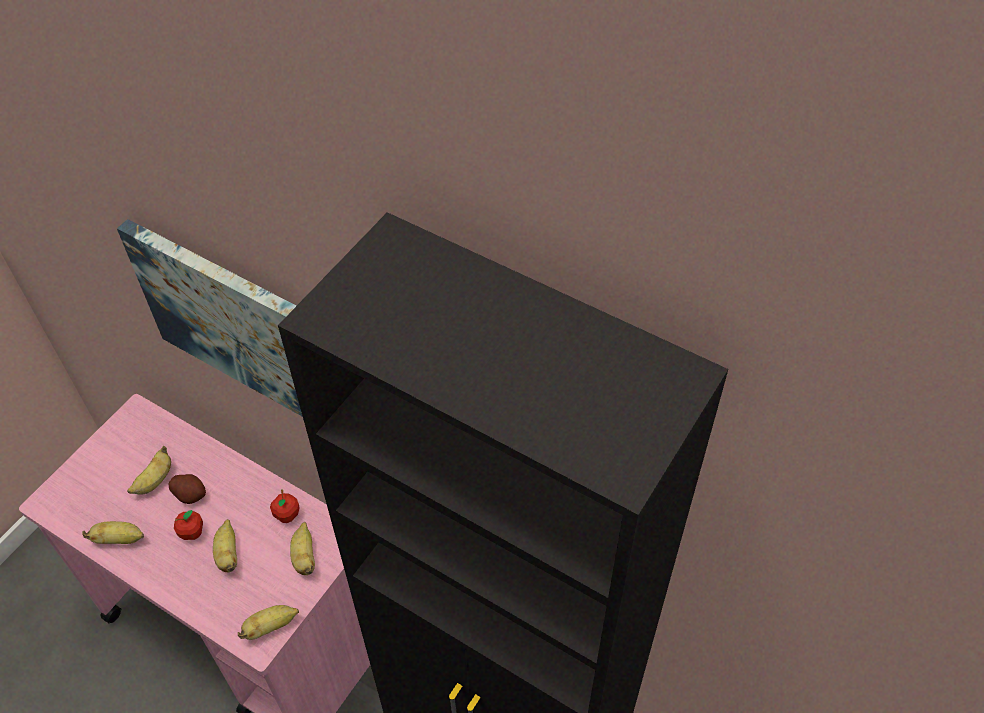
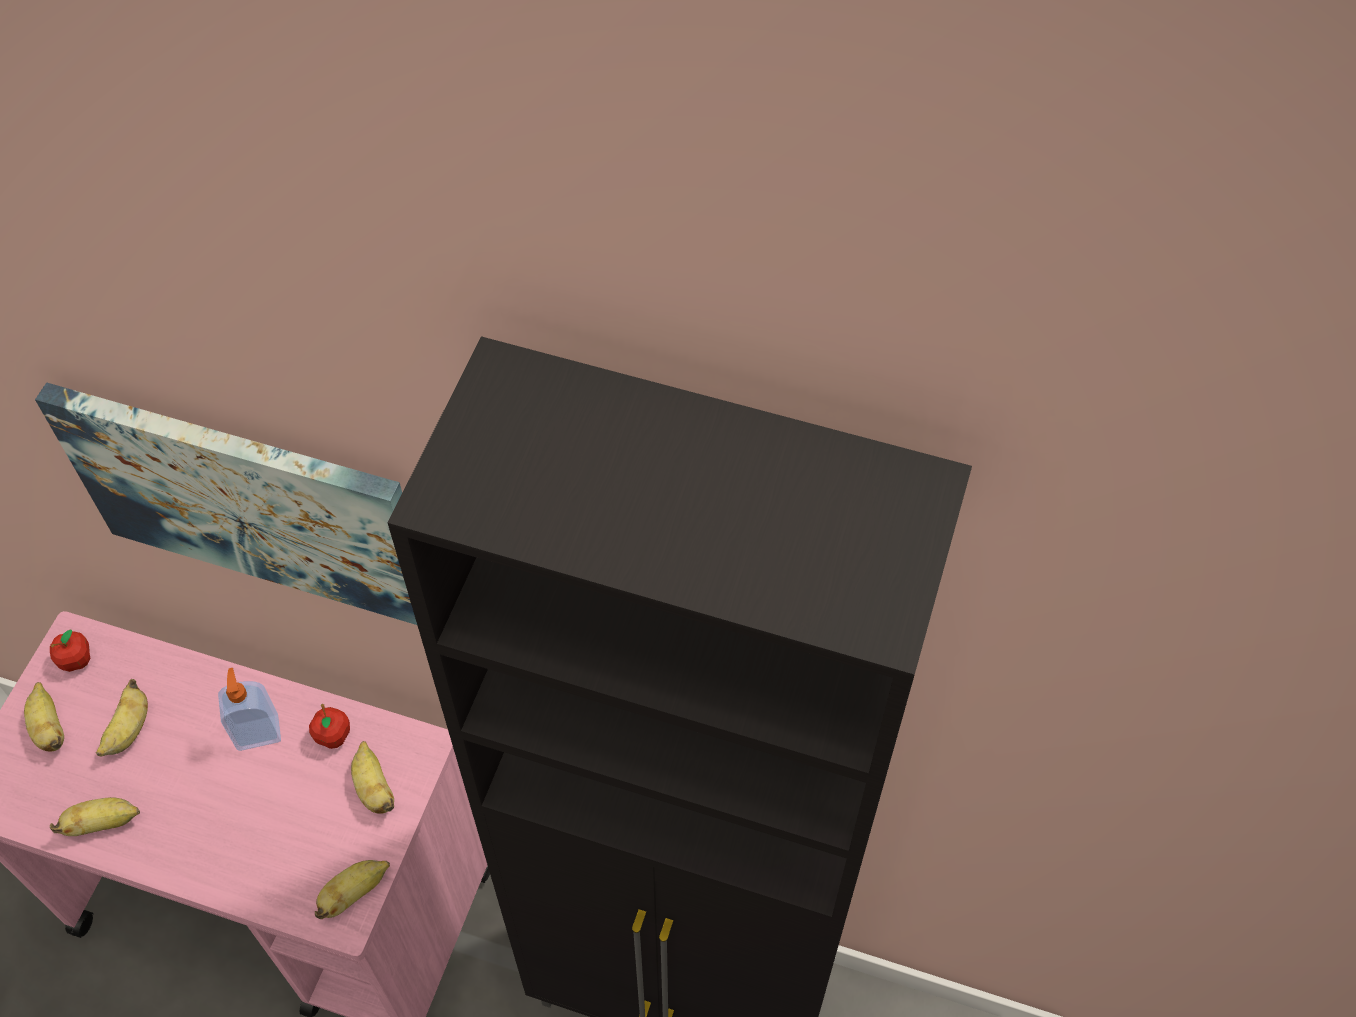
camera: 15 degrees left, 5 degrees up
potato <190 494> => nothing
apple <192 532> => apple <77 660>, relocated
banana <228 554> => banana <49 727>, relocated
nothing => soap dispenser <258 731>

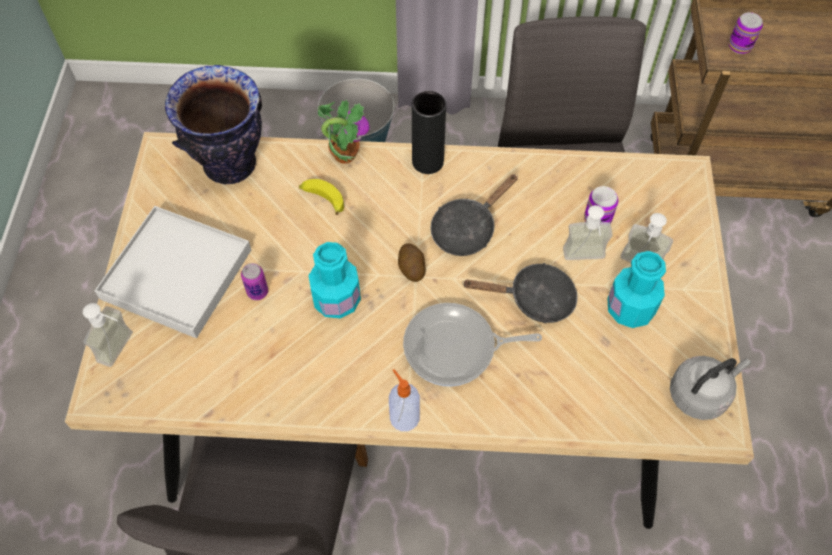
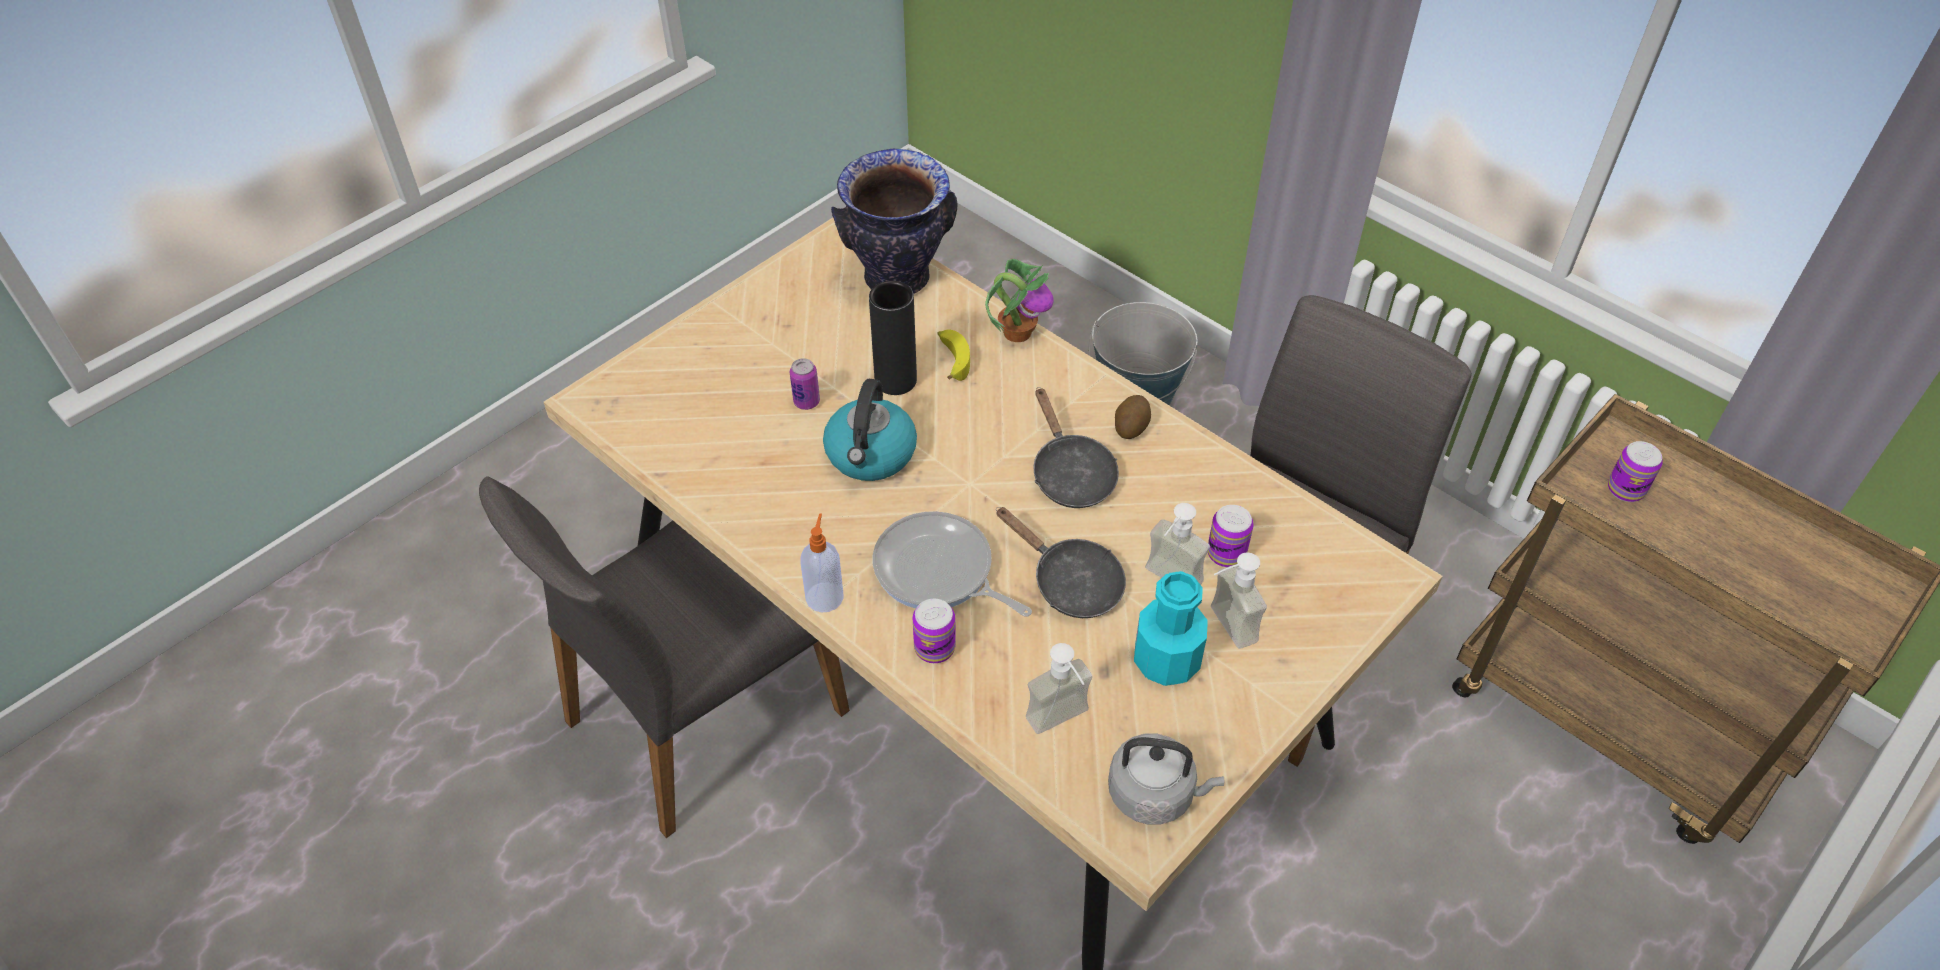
camera: 40 degrees right, 10 degrees down
soap dispenser <123 350> => soap dispenser <1063 724>, relocated
tray/white <176 274> => nothing
bottle/turquoise <337 300> => kettle <871 455>
potato <411 268> => potato <1131 426>, relocated
vase/black <427 162> => vase/black <895 380>, relocated
frying pan/black <467 229> => frying pan/black <1070 474>, 105 degrees counterclockwise
nothing => can <934 648>

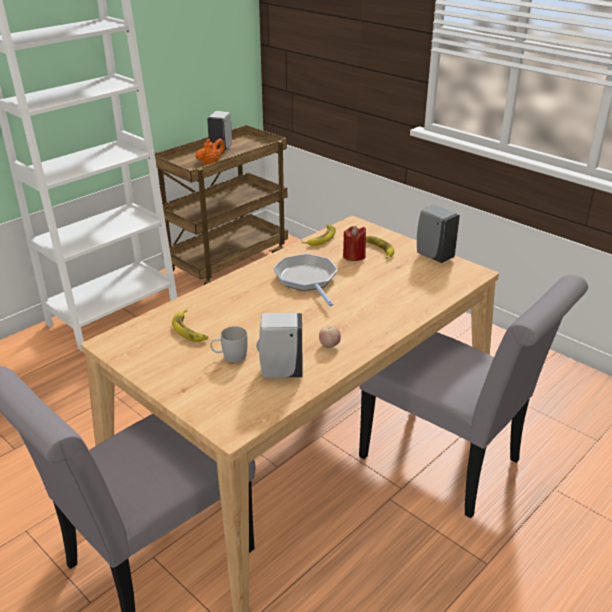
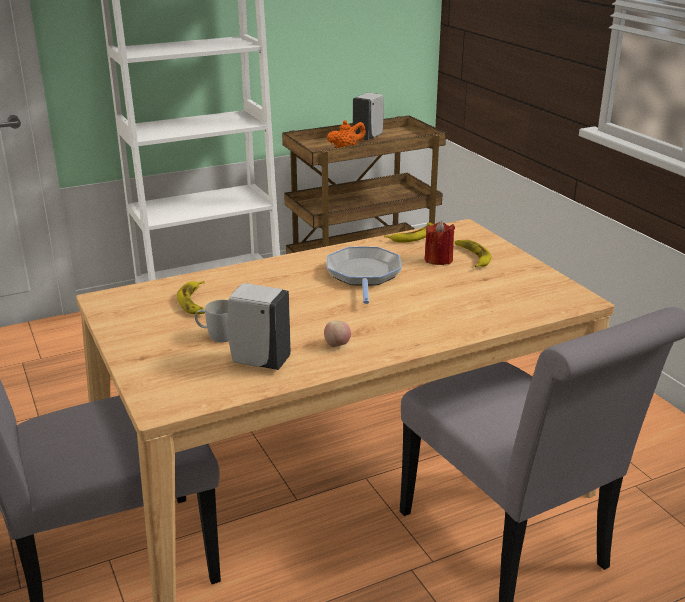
camera: 20 degrees right, 5 degrees down
soap dispenser/grey <433 256> => nothing

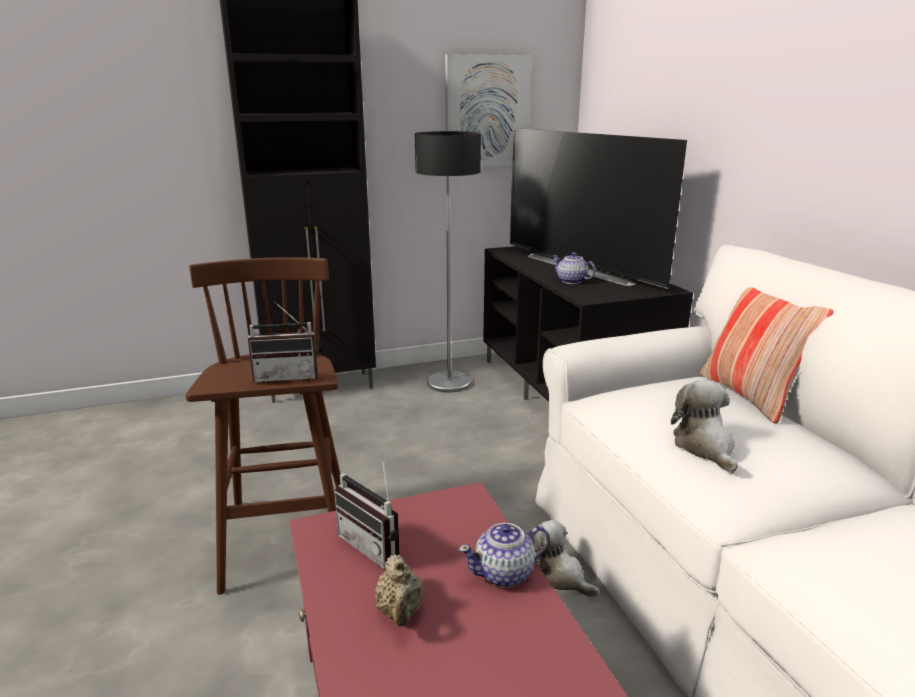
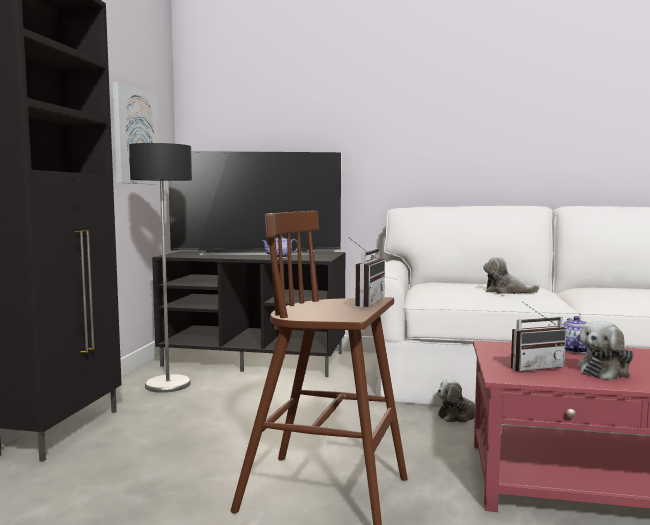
camera: 60 degrees left, 15 degrees down
teapot/beige <400 612> => plush toy <605 371>
pillow <749 395> => nothing

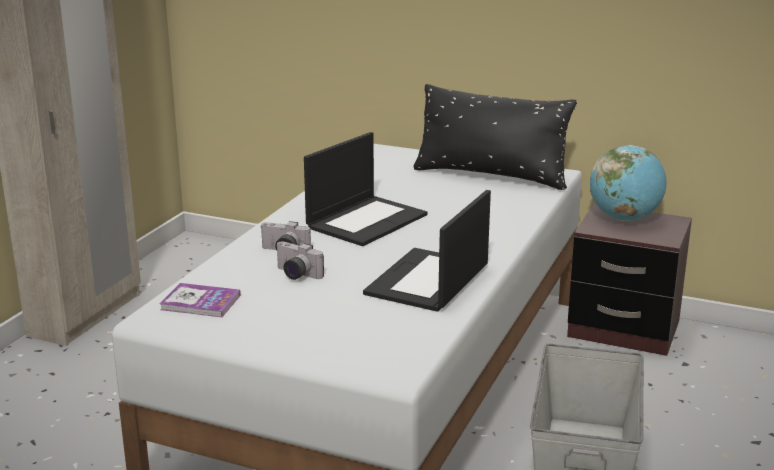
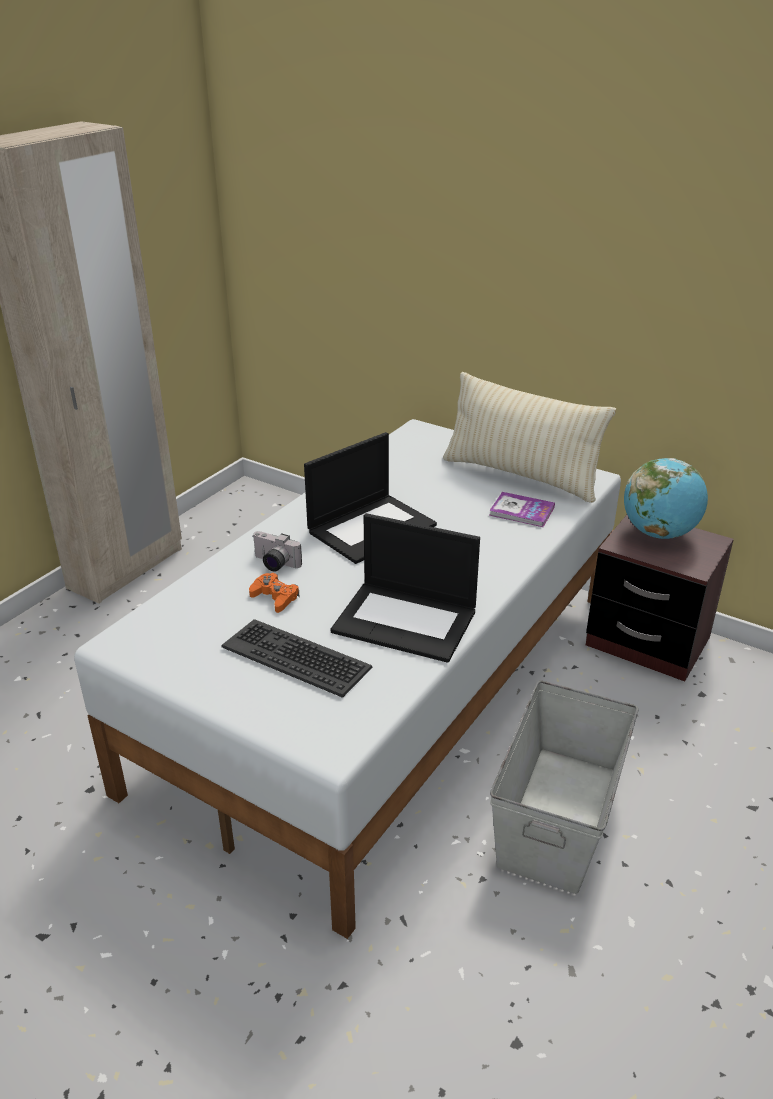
camera: 10 degrees right, 10 degrees up
book <200 302> => book <521 511>, relocated
photo camera <295 275> => game controller/orange <275 597>
laptop <428 281> => laptop <406 621>, 105 degrees counterclockwise
pillow/black <491 176> => pillow/beige <521 475>
nothing => keyboard <296 657>

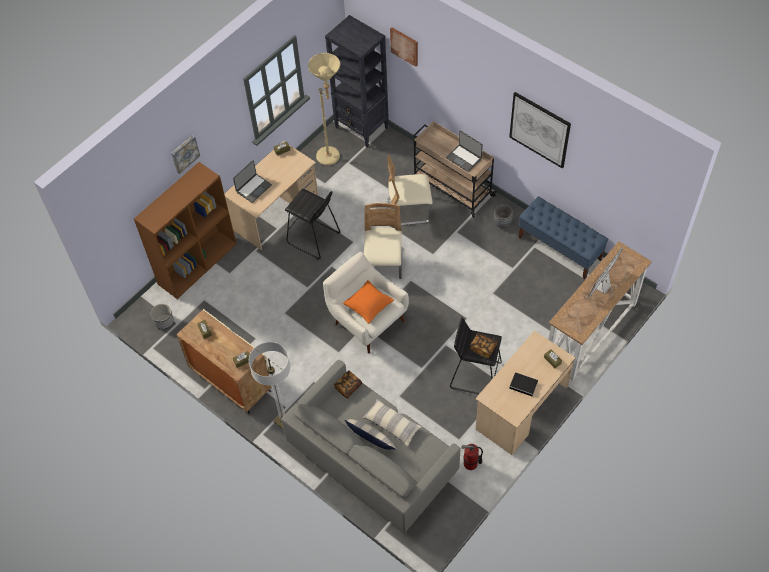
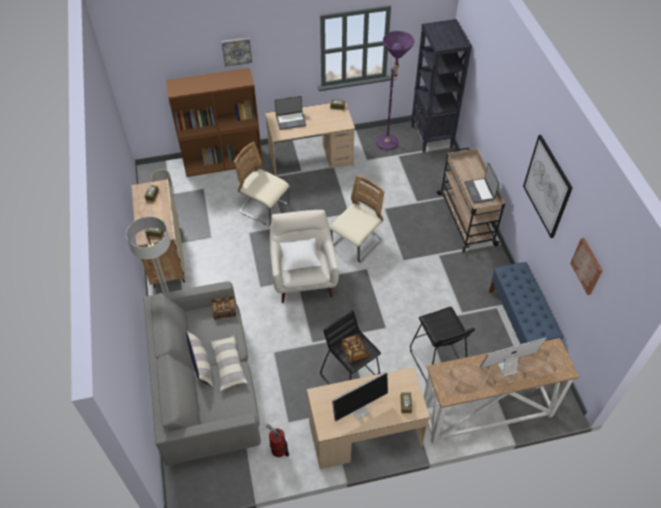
camera: 35 degrees right, 5 degrees down
stool/black <313 238> => stool/black <437 361>, relocated
floor lamp/beige <332 158> => floor lamp/purple <389 146>
pillow/orange <368 307> => pillow/white <300 260>
chair/beige <408 210> => chair/beige <264 208>, relocated
picture <404 46> => picture <587 266>, relocated
planter/grey <502 223> => nothing
book <524 385> => monitor <360 408>

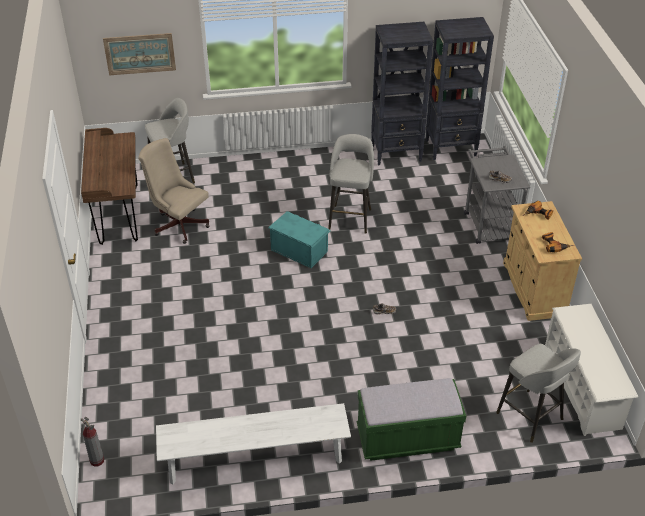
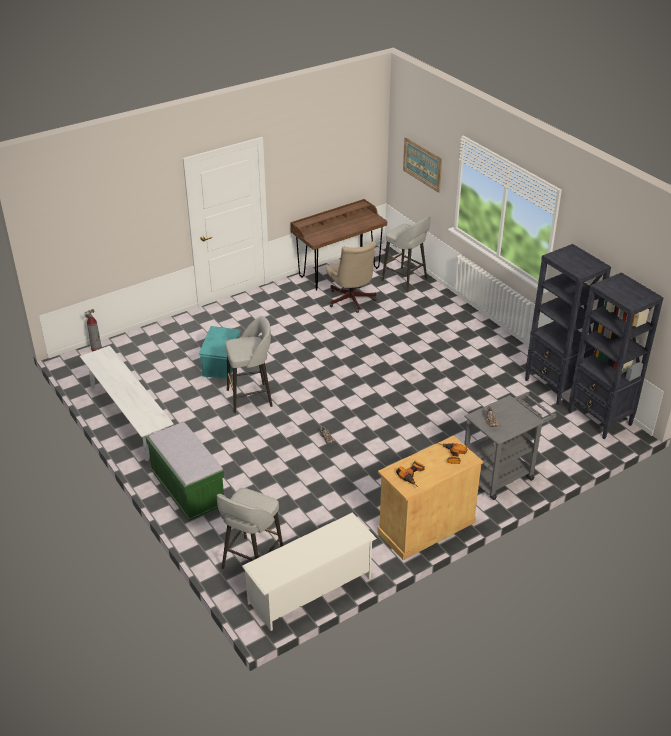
camera: 65 degrees right, 5 degrees down
office chair/beige <178 224> => office chair/beige <351 301>, 150 degrees clockwise
storage box/turquoise <299 250> => storage box/turquoise <222 363>, relocated
stool/grey <350 218> => stool/grey <251 398>, relocated

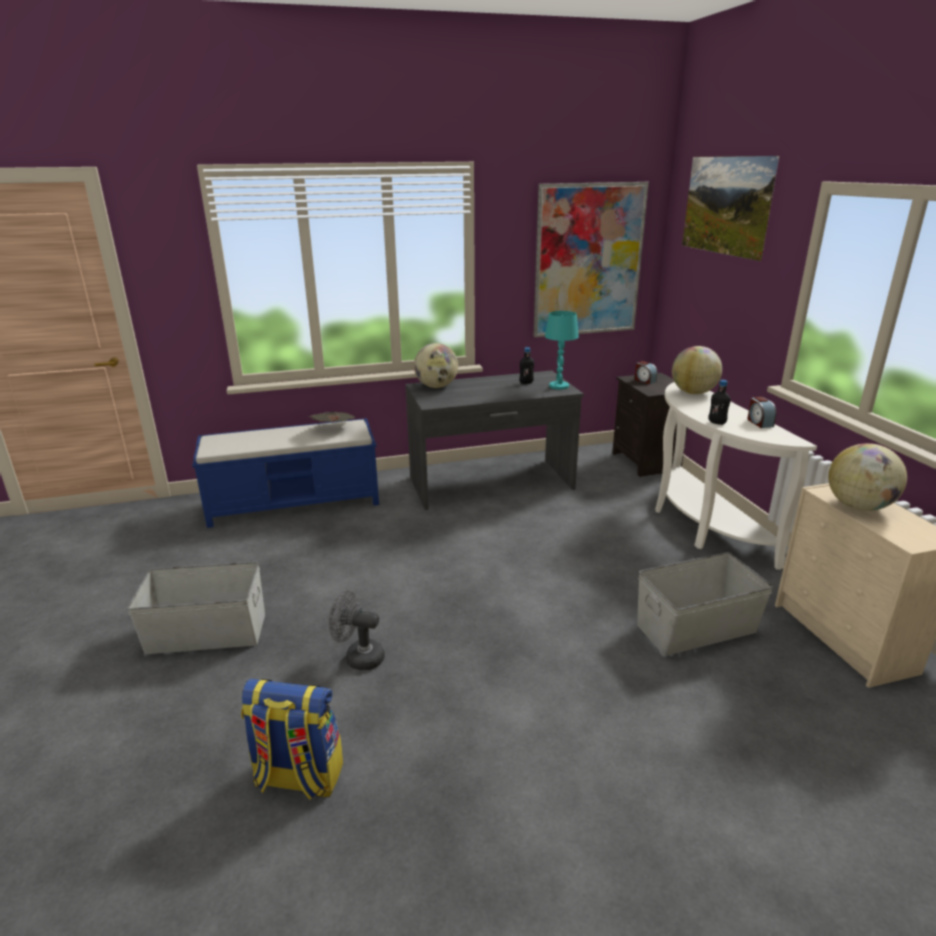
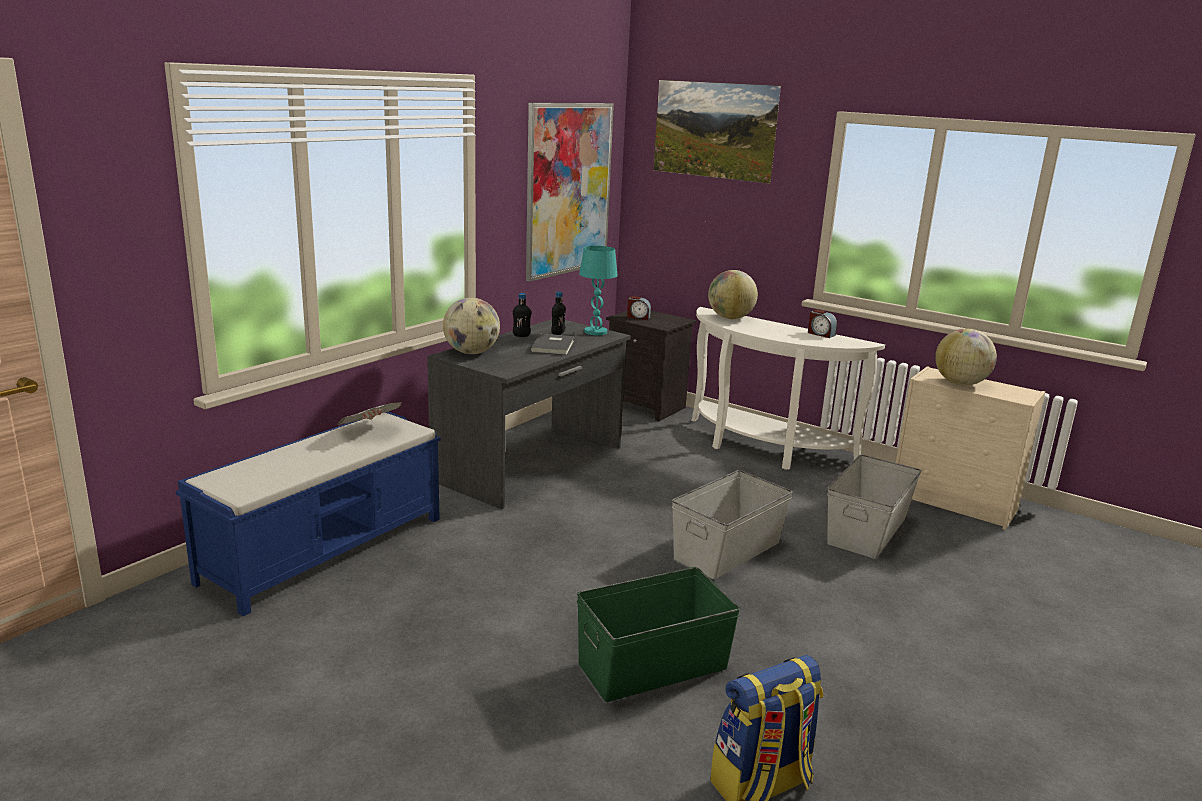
camera: 40 degrees left, 5 degrees down
storage box/grey <206 632> => storage box/grey <726 550>, relocated
fan/grey <359 657> => storage box/green <654 666>
bottle/black <717 423> => bottle/black <521 336>, relocated
nothing => book/grey <554 346>

